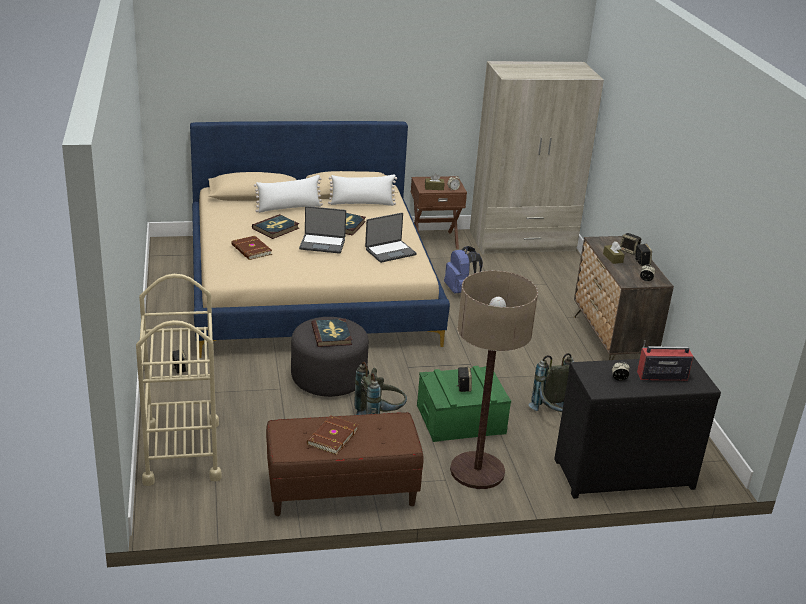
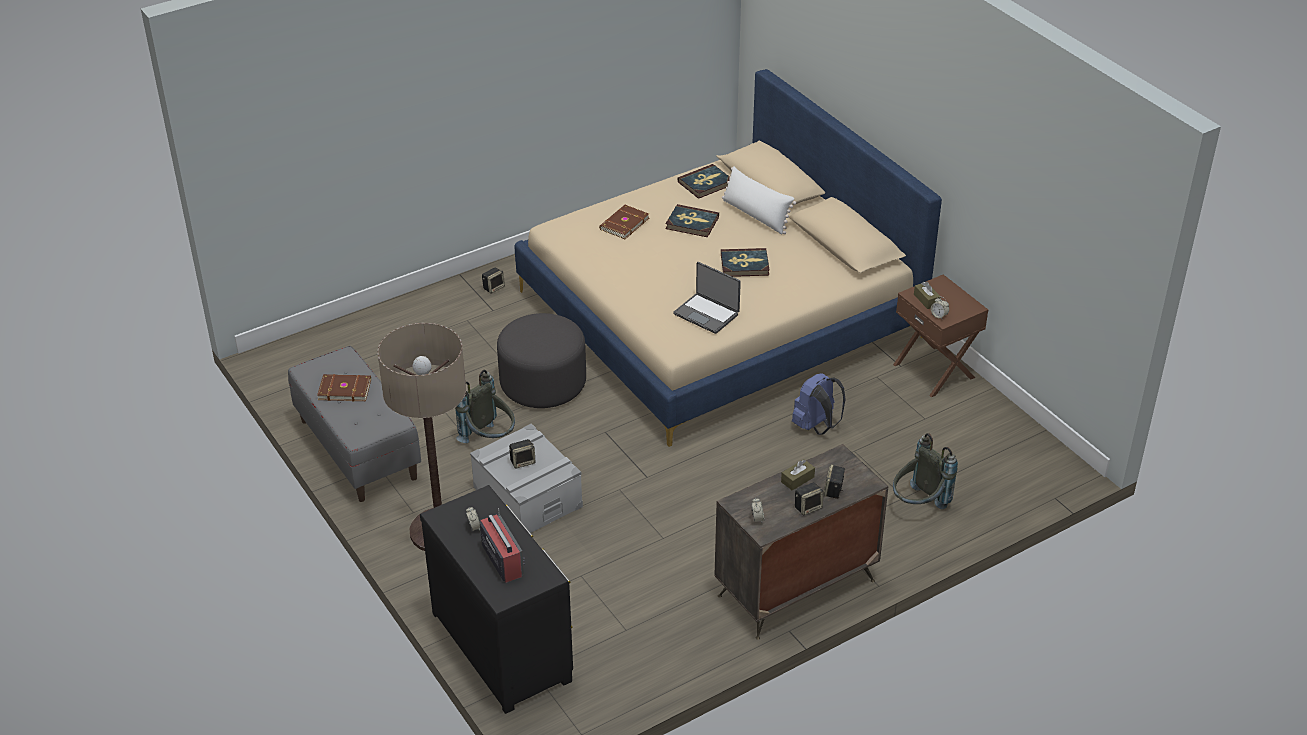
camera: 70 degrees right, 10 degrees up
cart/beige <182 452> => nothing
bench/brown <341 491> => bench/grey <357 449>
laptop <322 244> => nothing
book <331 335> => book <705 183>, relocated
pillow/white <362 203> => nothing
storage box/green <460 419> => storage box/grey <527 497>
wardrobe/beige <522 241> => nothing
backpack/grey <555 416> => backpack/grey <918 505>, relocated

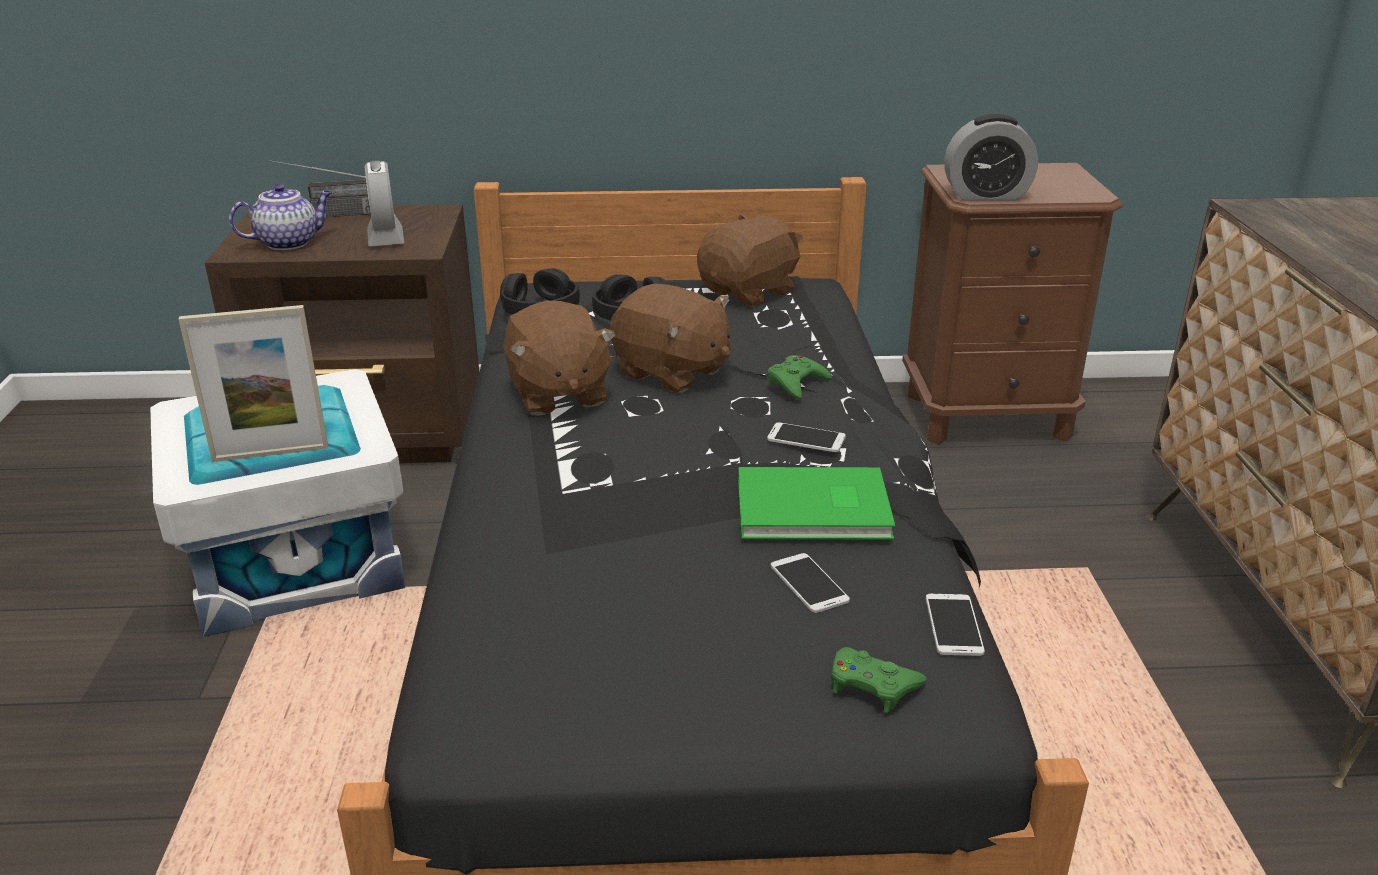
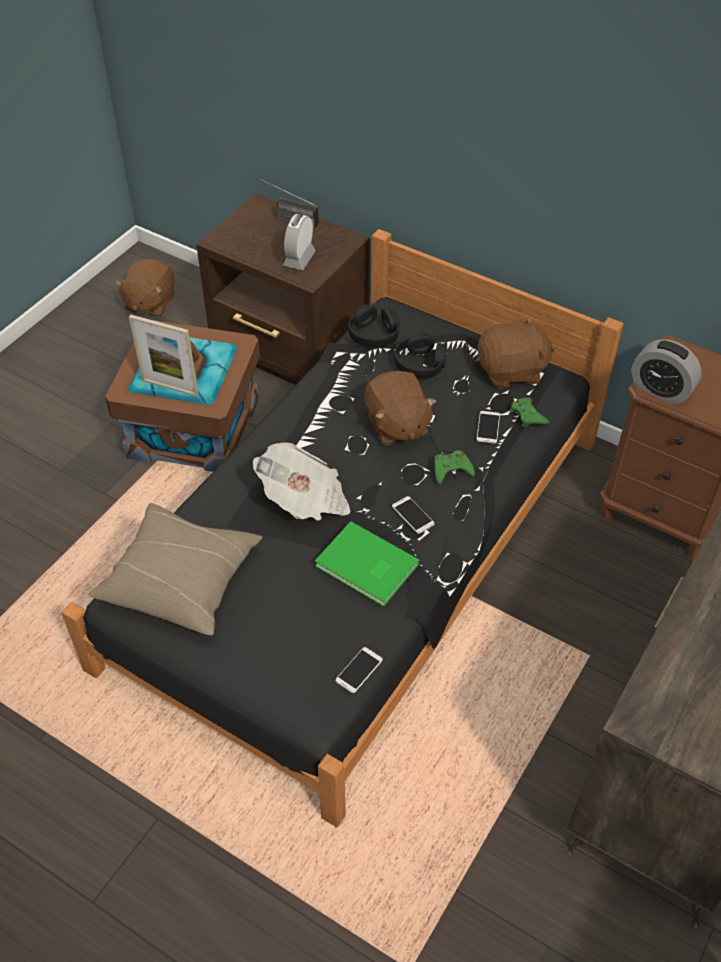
camera: 35 degrees right, 20 degrees up
storage box/white <296 559> => storage box/brown <194 427>
teapot <289 242> => nothing
plush toy/brown <557 394> => plush toy/brown <150 303>, relocated
phone <809 583> => phone <488 427>, relocated
game controller/green <872 685> => game controller/green <528 415>, relocated
nothing => pillow/beige <181 580>
nothing => newspaper <305 500>

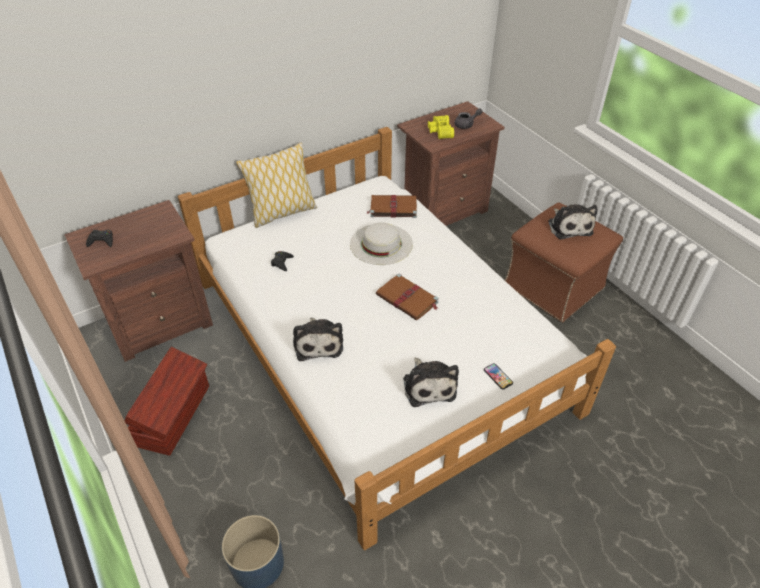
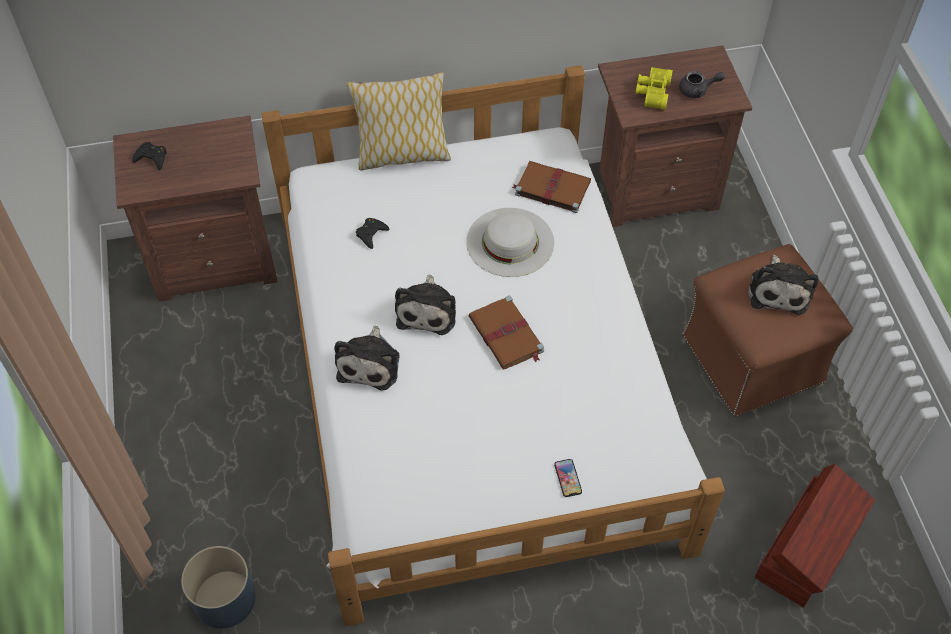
camera: 20 degrees right, 10 degrees up
storage box/brown <174 414> => storage box/brown <807 548>, relocated
plush toy <428 385> => plush toy <427 310>, relocated

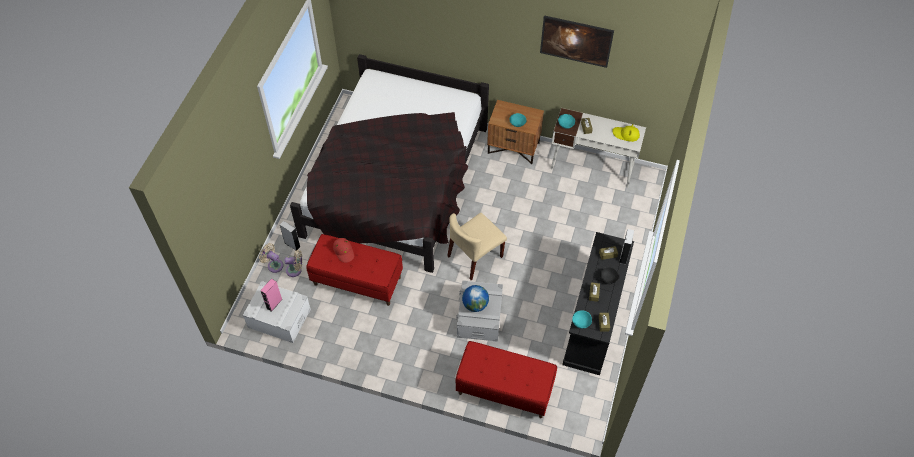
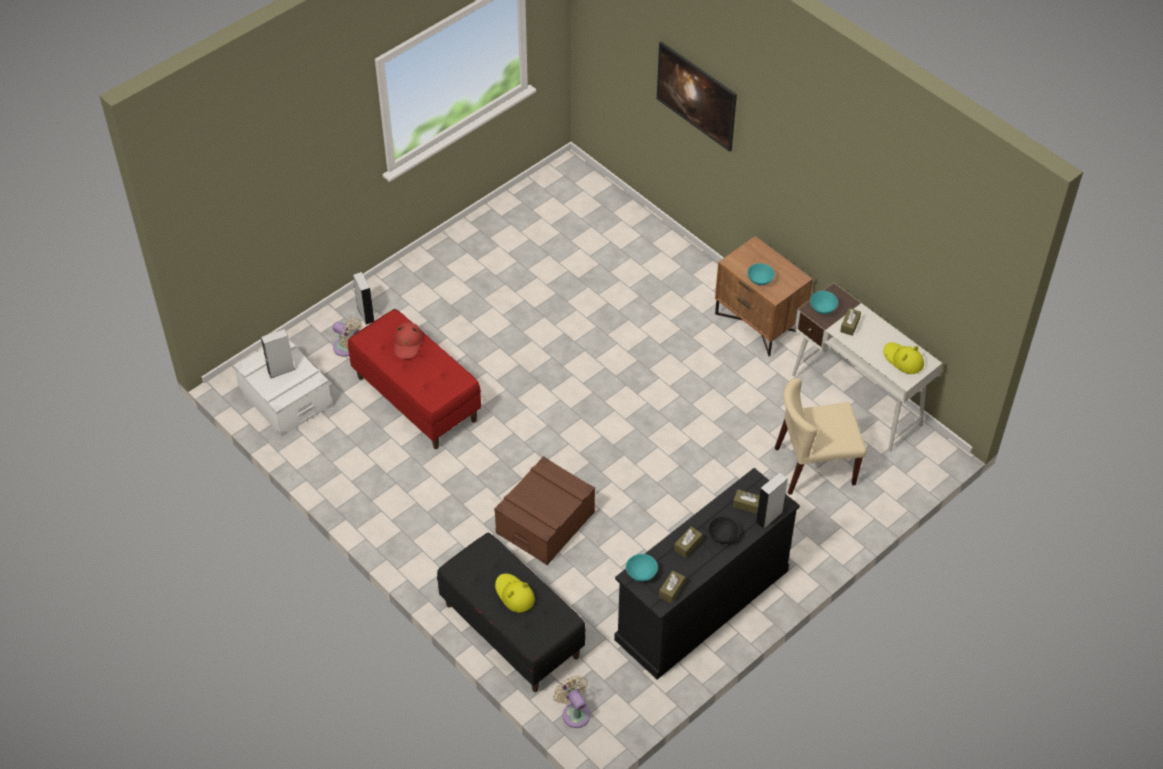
camera: 30 degrees right, 5 degrees down
fan/beige <274 265> => fan/beige <574 712>, relocated
speaker/pink <274 303> => speaker/grey <281 370>
bed/black <396 182> => nothing
chair/beige <475 257> => chair/beige <814 466>, relocated
bench/red <504 389> => bench/black <511 630>
storage box/grey <479 317> => storage box/brown <545 522>
globe <475 305> => nothing
picture <574 50> => picture <695 110>, relocated
nothing => hat/yellow <514 594>

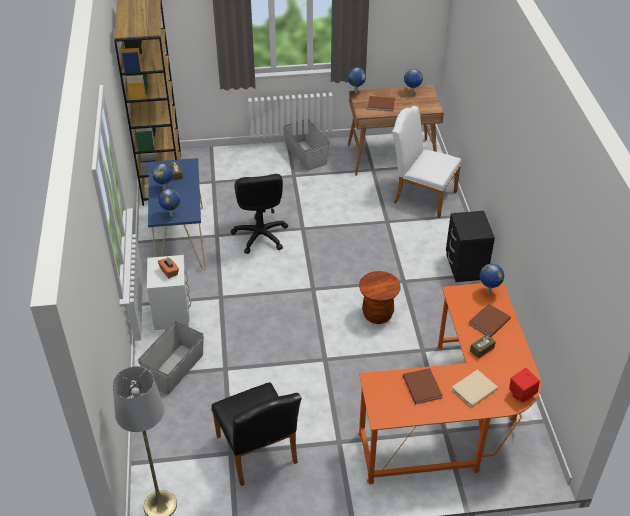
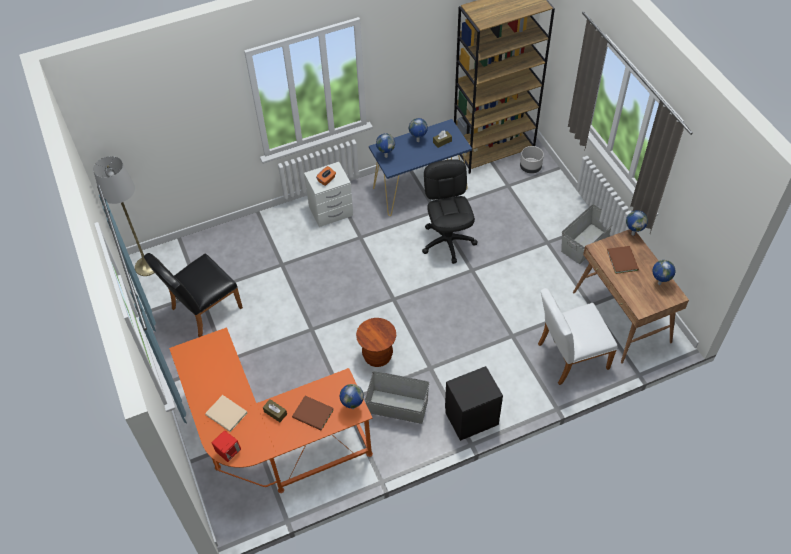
camera: 75 degrees right, 10 degrees up
storage box/grey <175 368> => storage box/grey <397 407>, relocated
office chair/black <260 236> => office chair/black <448 241>, 105 degrees clockwise
chair/white <421 195> => chair/white <568 357>, 120 degrees counterclockwise
book/brown <421 388> => nothing
nothing => planter/grey <530 167>

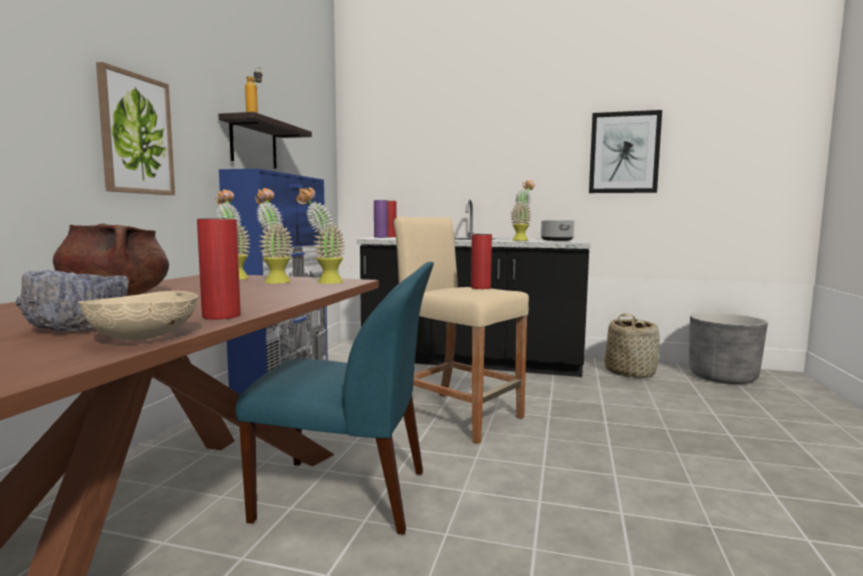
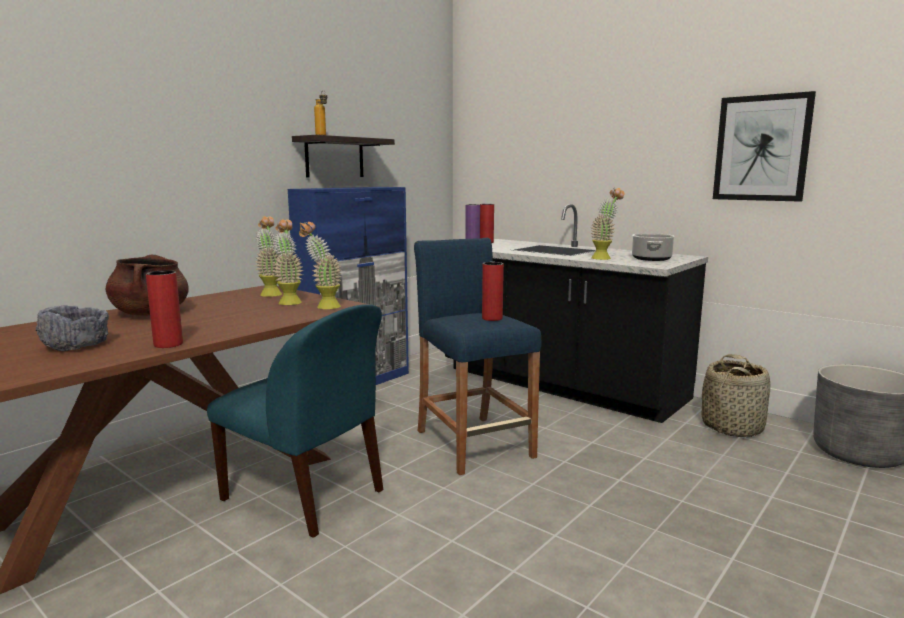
camera: 25 degrees right, 5 degrees up
bowl/beige <144 337> => nothing
picture <136 134> => nothing
stool/beige <458 416> => stool/blue <474 444>

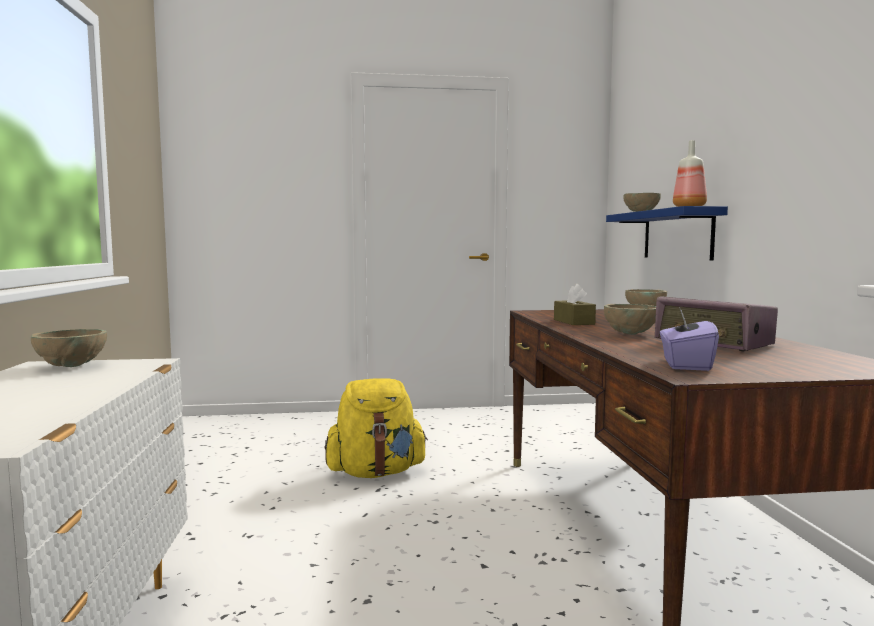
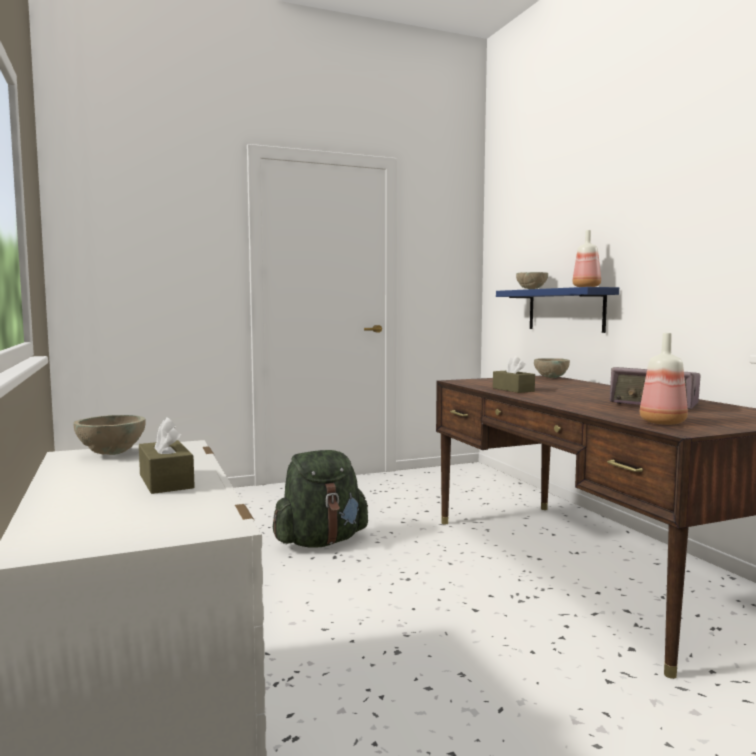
camera: 15 degrees left, 0 degrees up
backpack/yellow <376 472> => backpack/green <321 541>
bowl/beige <630 334> => nothing
tissue box/purple <685 365> => bottle <664 422>
nothing => tissue box/brown <166 481>

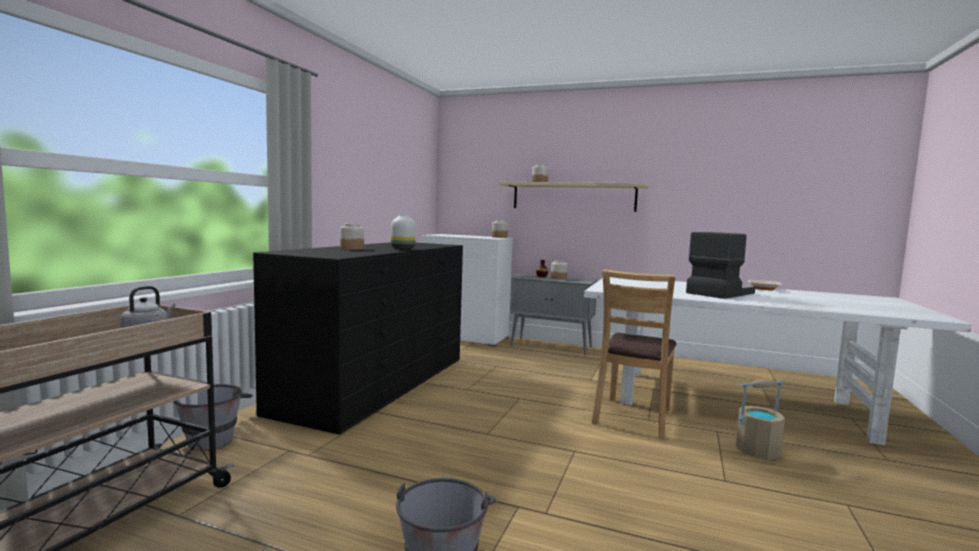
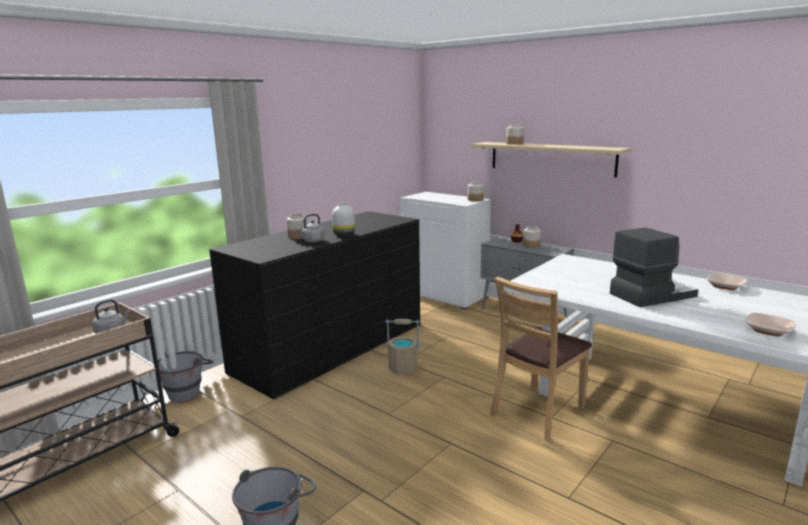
camera: 20 degrees right, 10 degrees up
bucket/beige <757 451> => bucket/beige <403 368>, relocated
nothing => kettle/grey <312 241>
nothing => bowl <768 330>

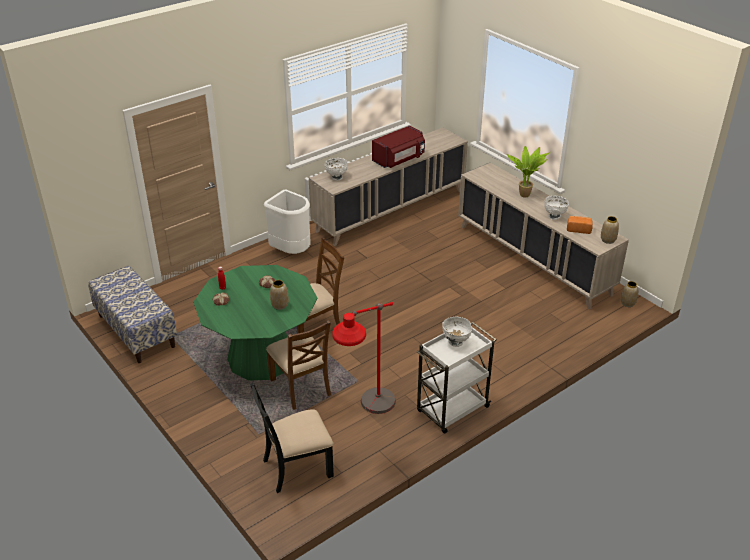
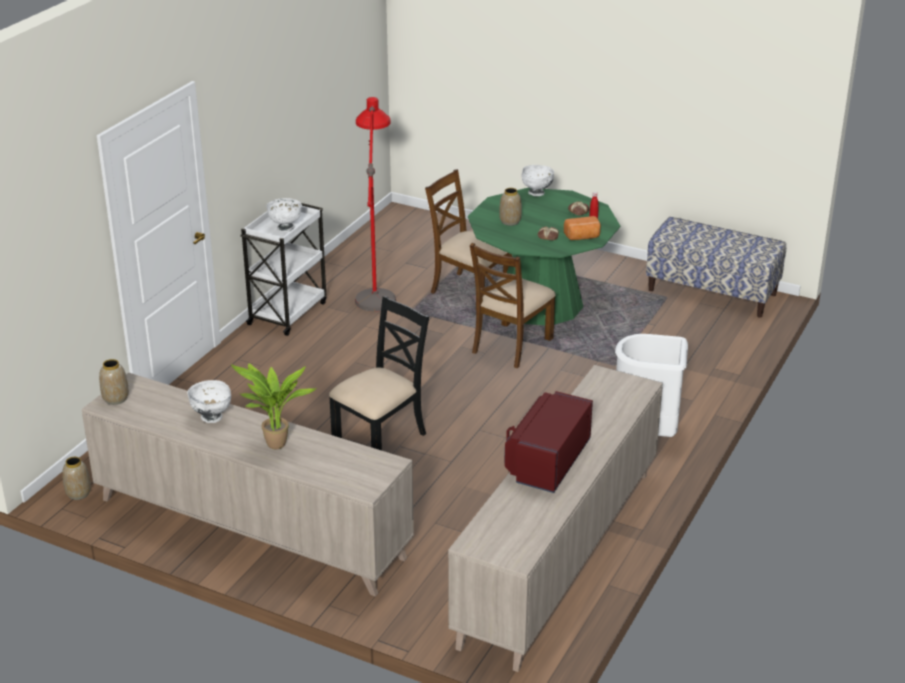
camera: 155 degrees right, 5 degrees down
chair/black <296 467> => chair/black <381 437>, relocated
bowl/white <336 177> => bowl/white <536 193>, relocated
bread <578 229> => bread <582 237>, relocated

